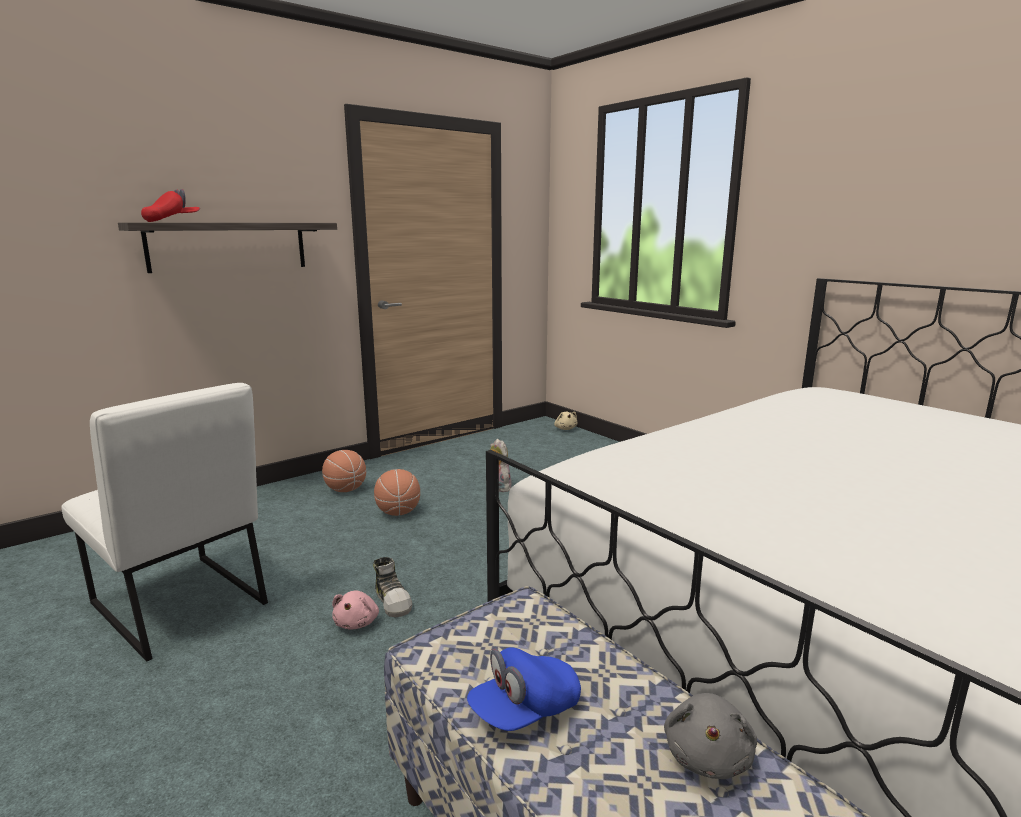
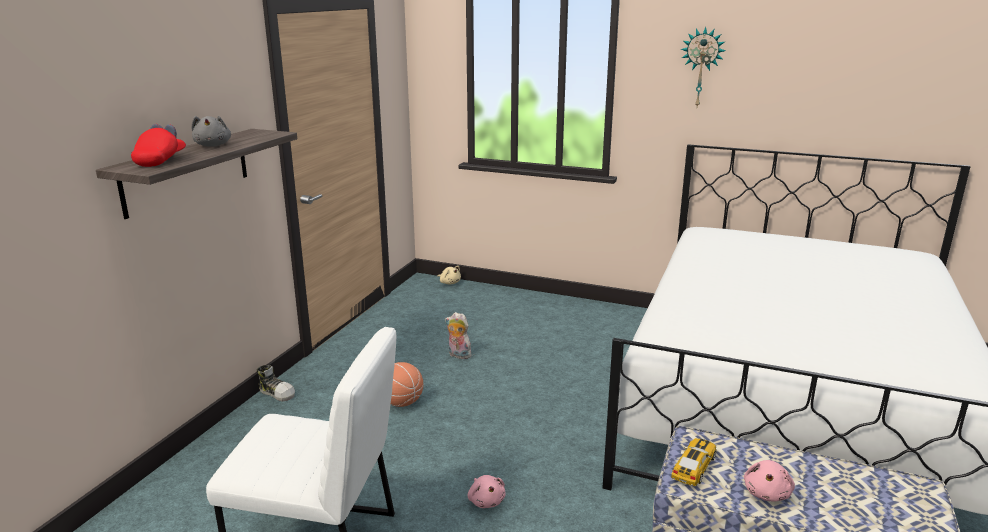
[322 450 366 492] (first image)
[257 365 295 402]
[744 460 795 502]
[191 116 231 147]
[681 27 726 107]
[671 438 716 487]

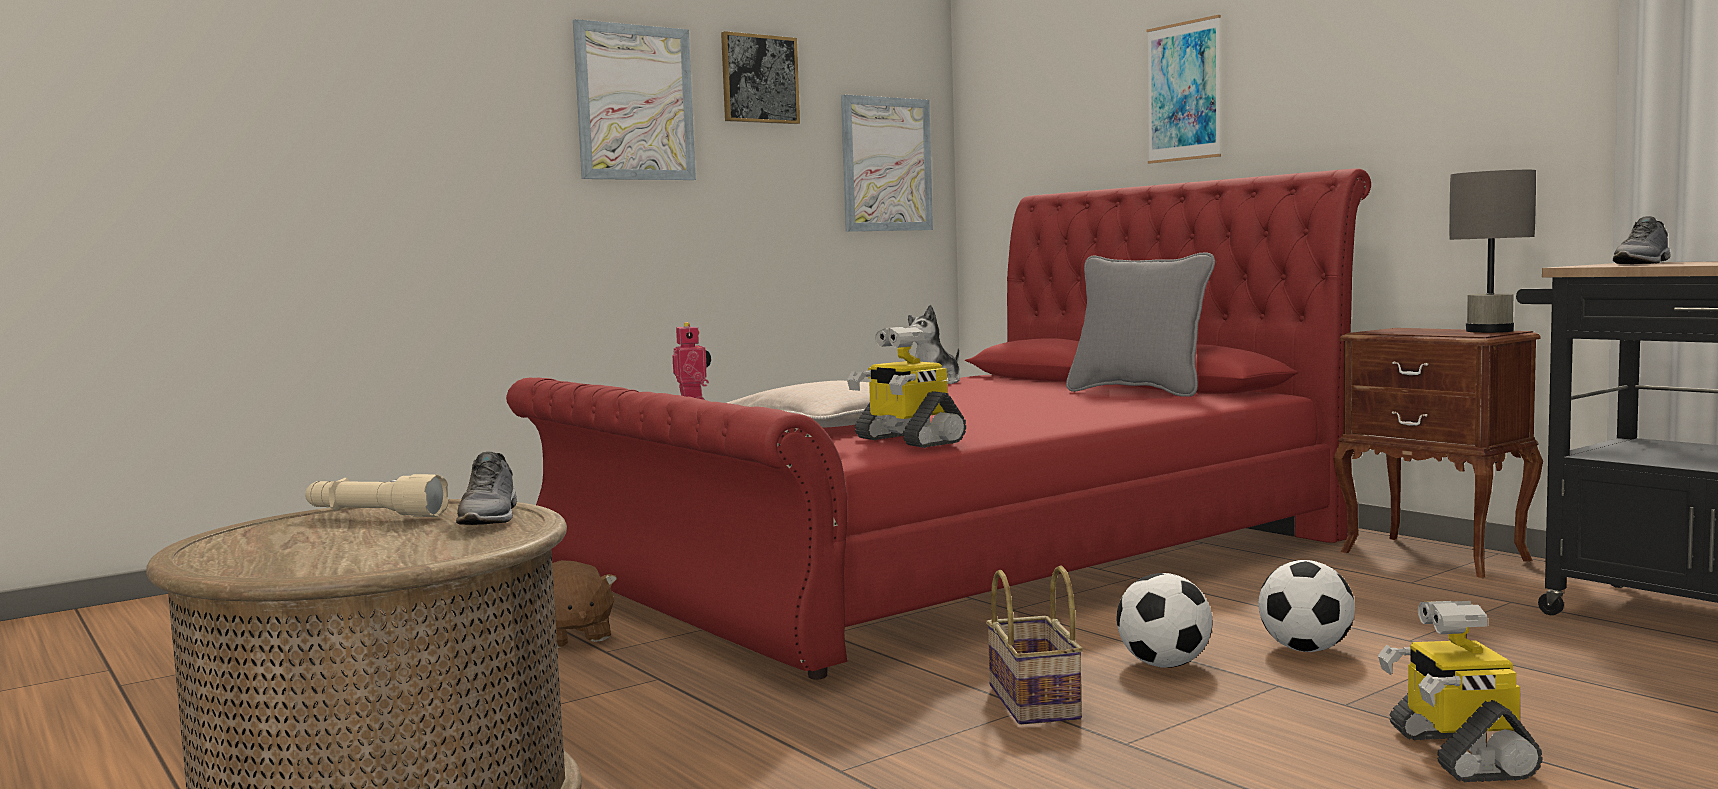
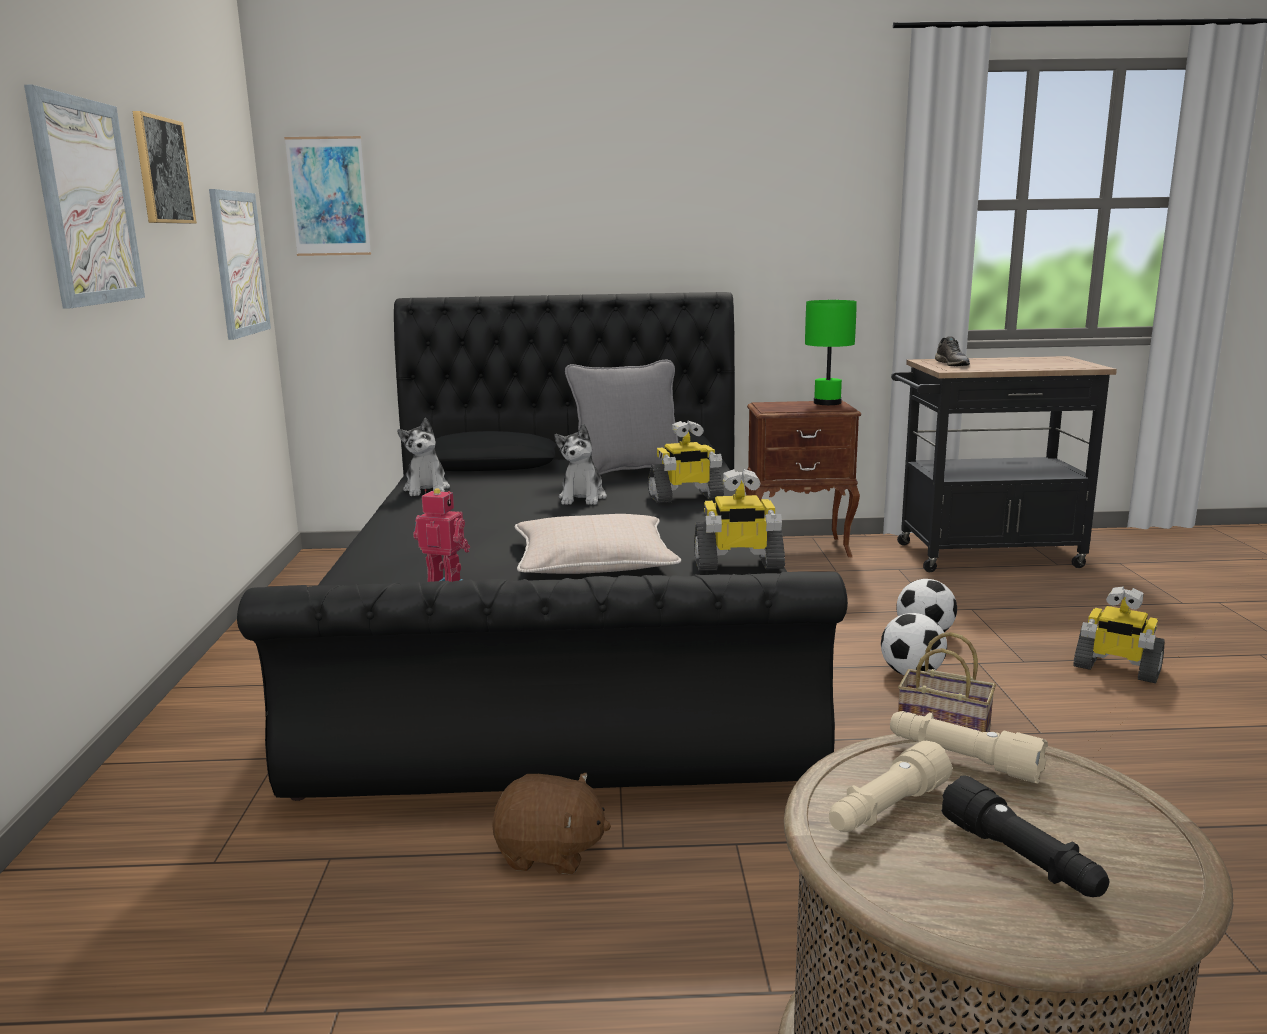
[284 136 371 256]
[237 292 848 801]
[805 300 857 405]
[890 711 1048 783]
[648 421 724 503]
[554 424 607 505]
[941 775 1109 897]

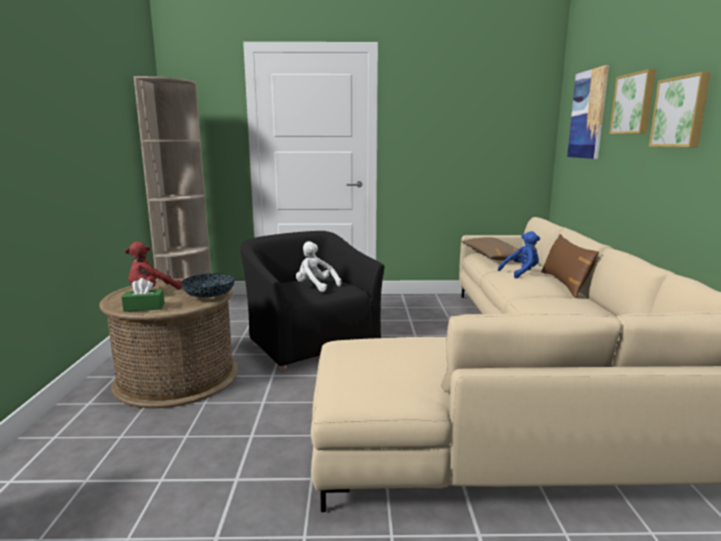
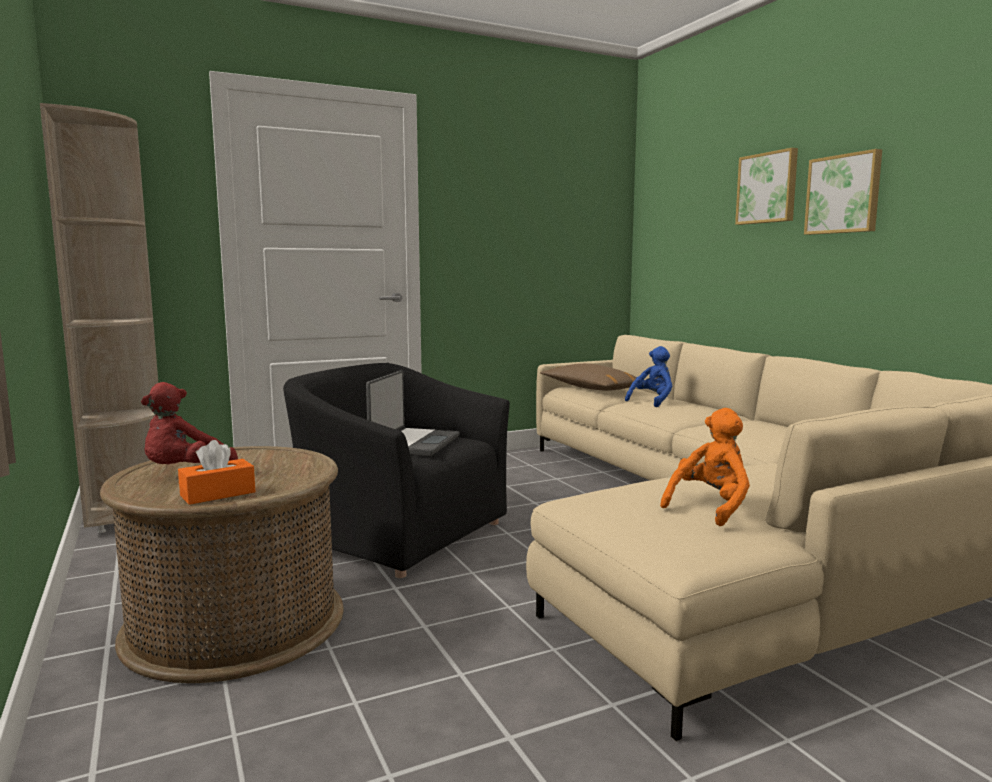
[567 65 609 159] (first image)
[541 234 599 298] (first image)
[366 370 460 456]
[181 274 235 297] (first image)
[178 440 255 505]
[660 408 750 526]

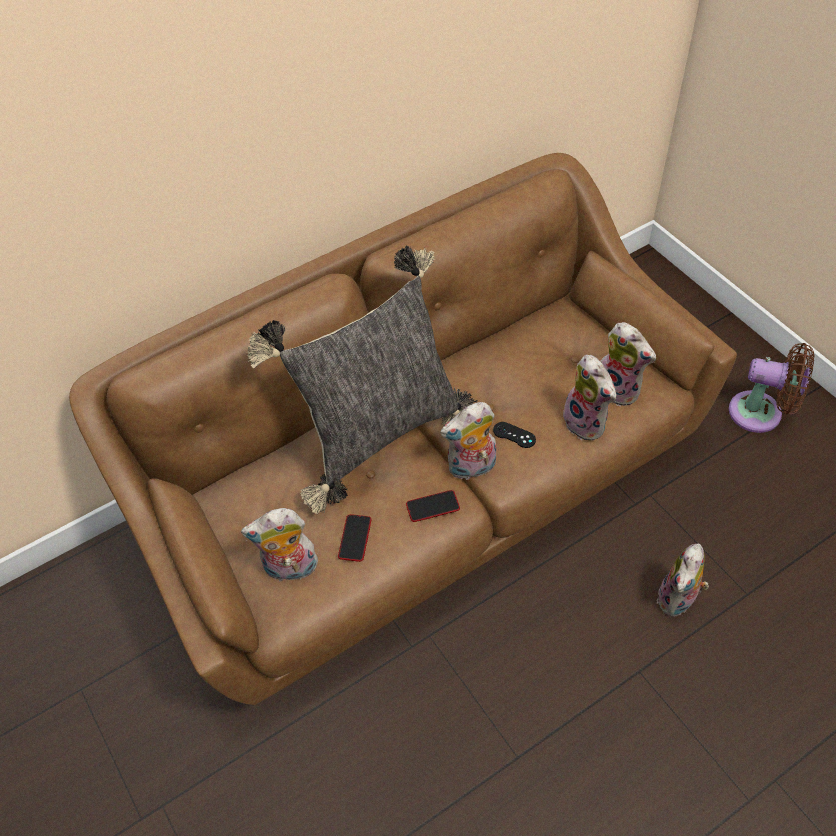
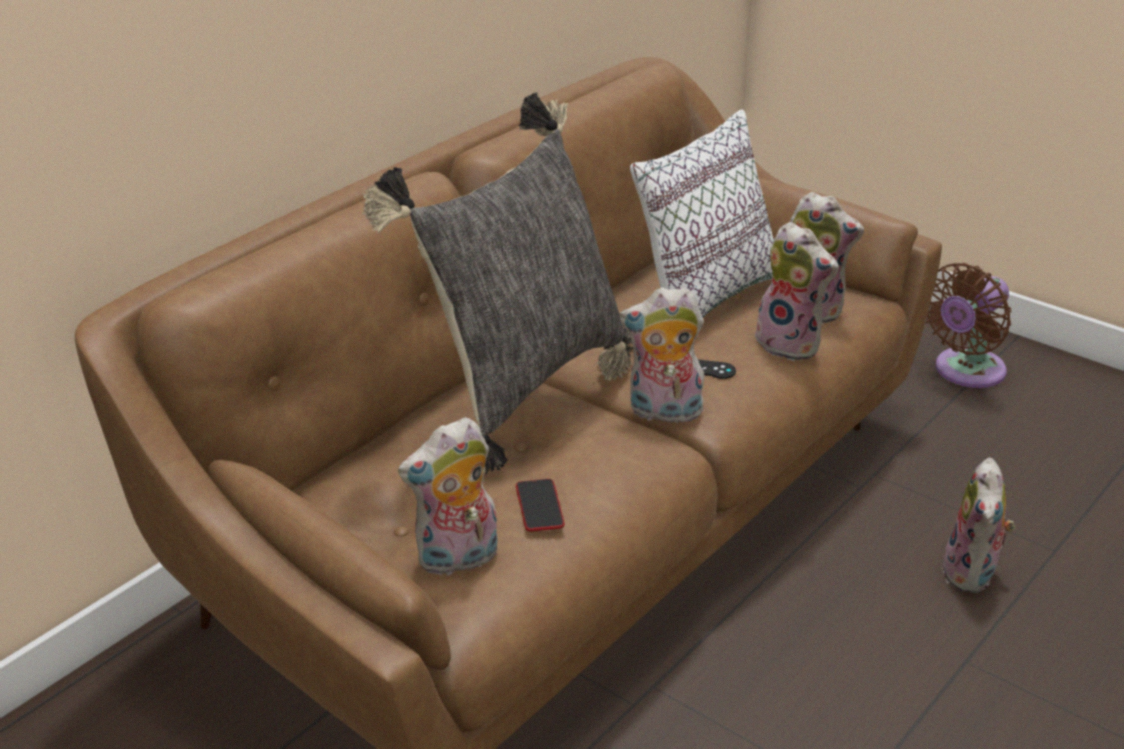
[926 263 1012 388]
[619 287 706 423]
[406 490 460 522] (first image)
[630 110 774 317]

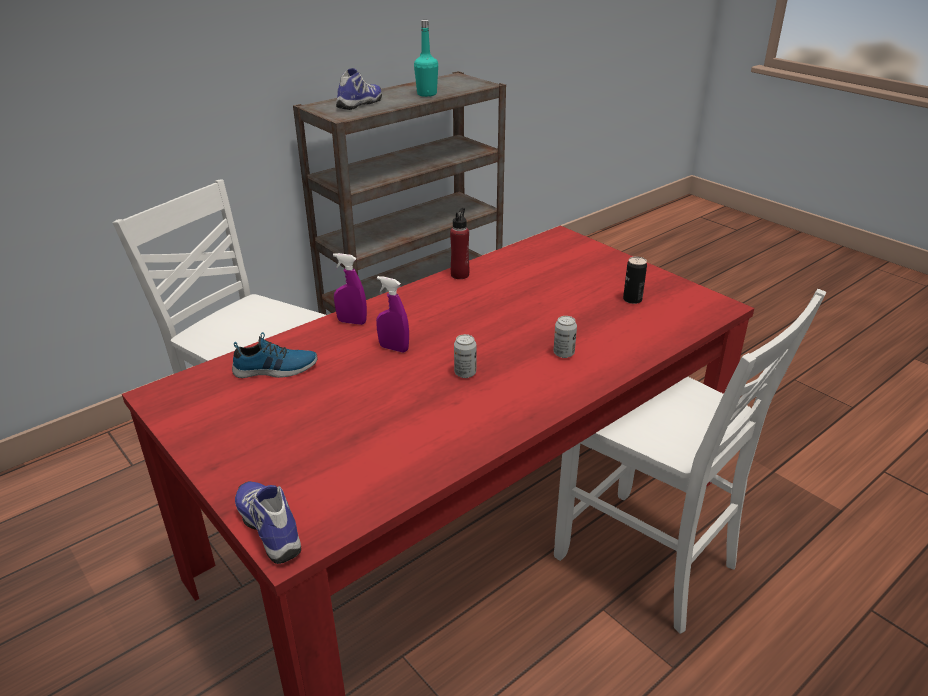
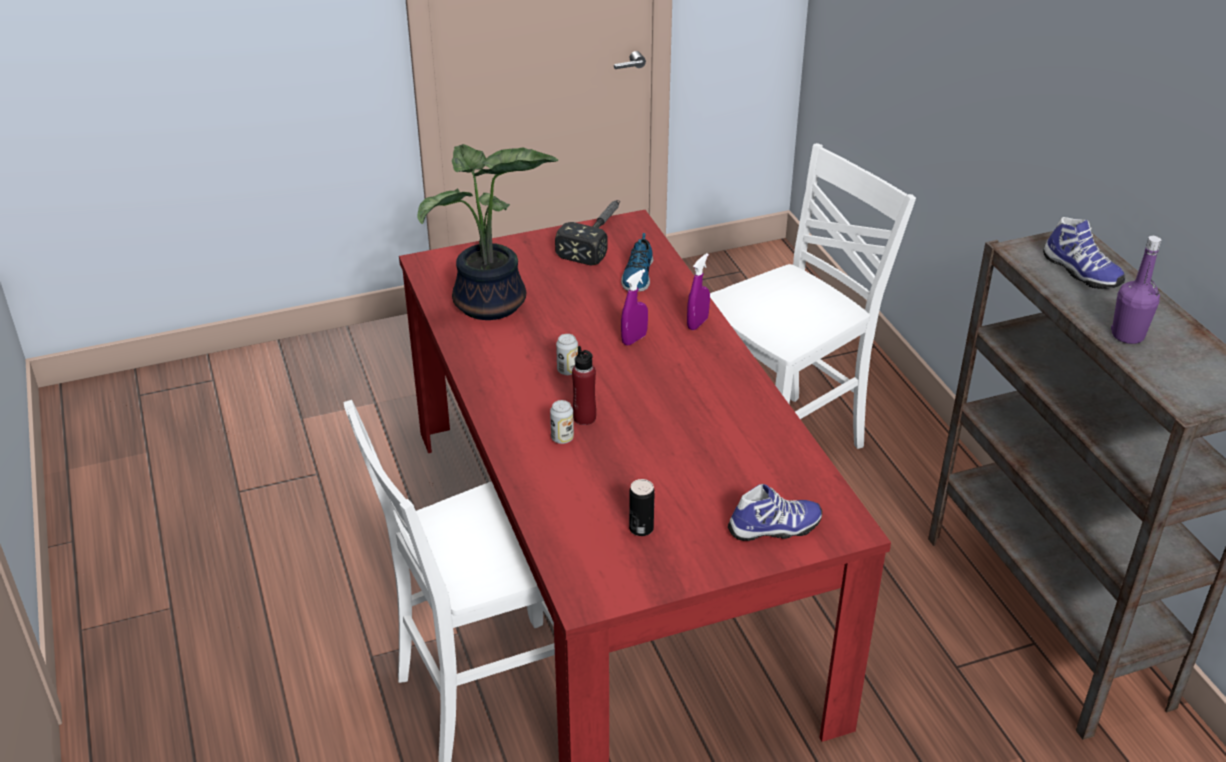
[1111 236 1161 344]
[572 346 596 425]
[728 484 822 541]
[417 144 558 320]
[555 200 620 266]

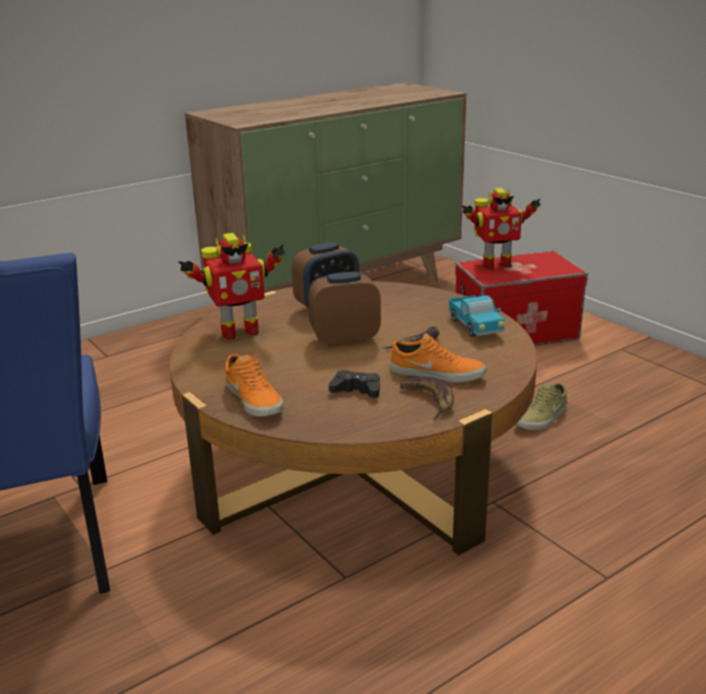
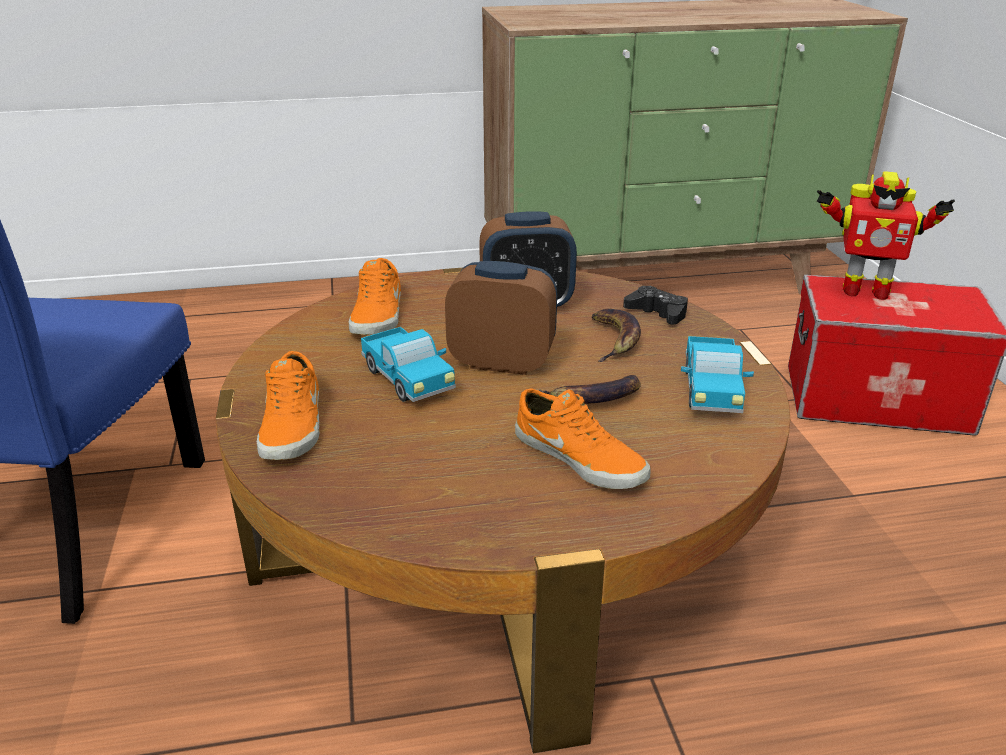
[349 258 401 335]
[623 286 688 324]
[592 309 641 362]
[515 383 567 430] (first image)
[361 327 456 402]

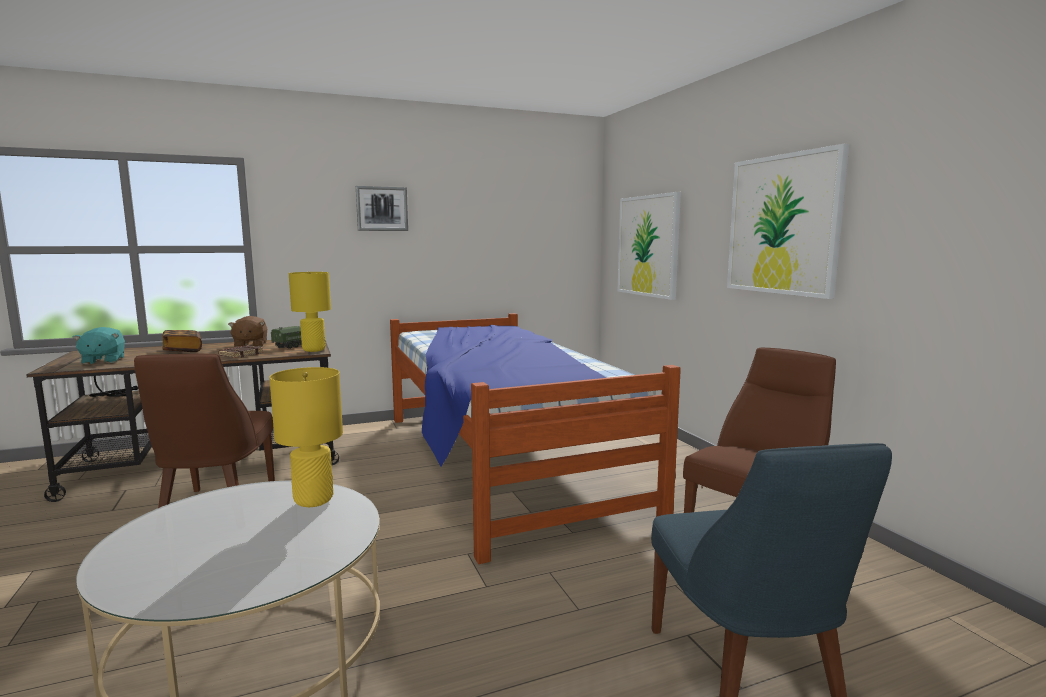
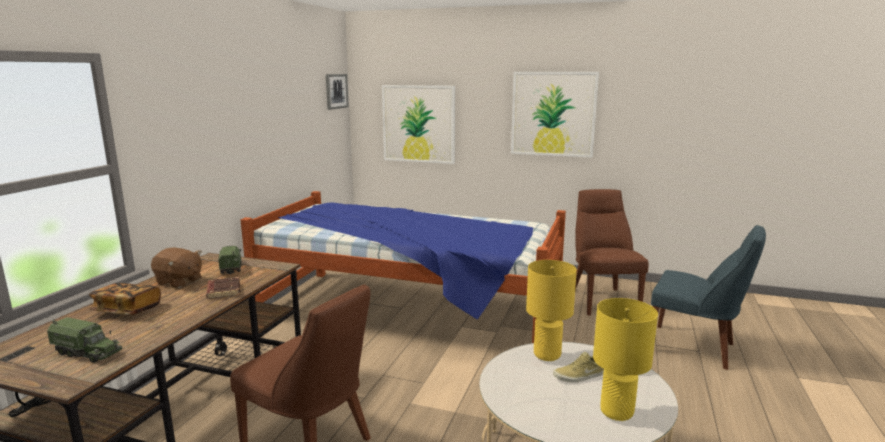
[326 74 349 110]
[593 298 658 421]
[47 317 122 363]
[553 352 604 383]

